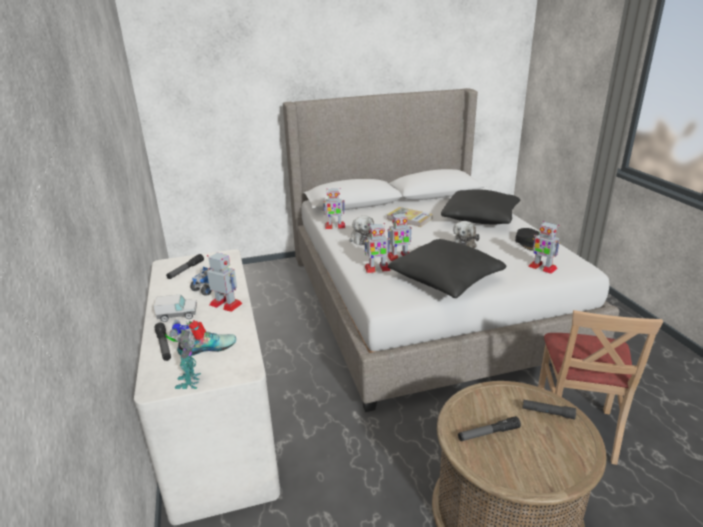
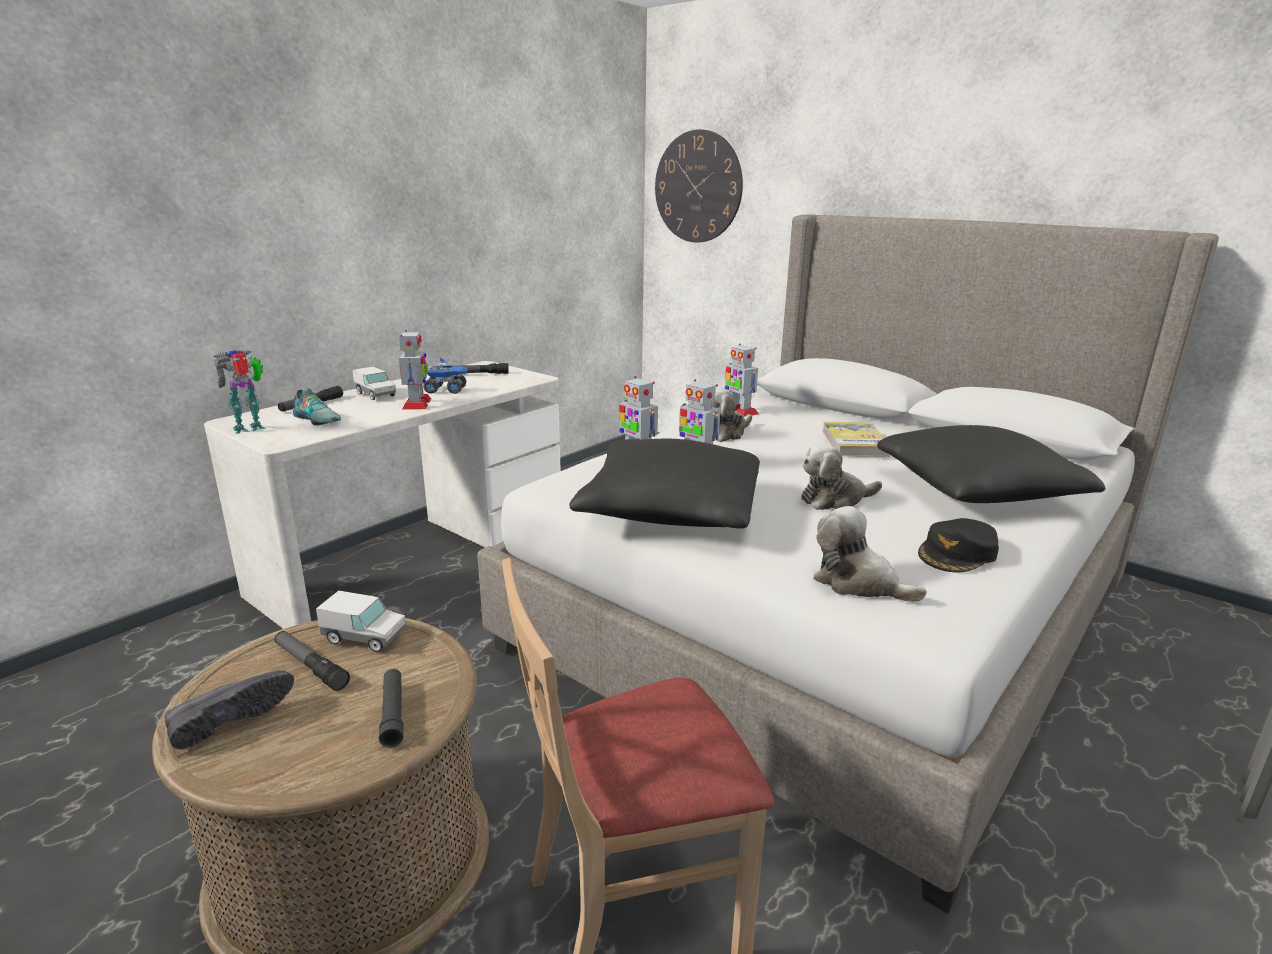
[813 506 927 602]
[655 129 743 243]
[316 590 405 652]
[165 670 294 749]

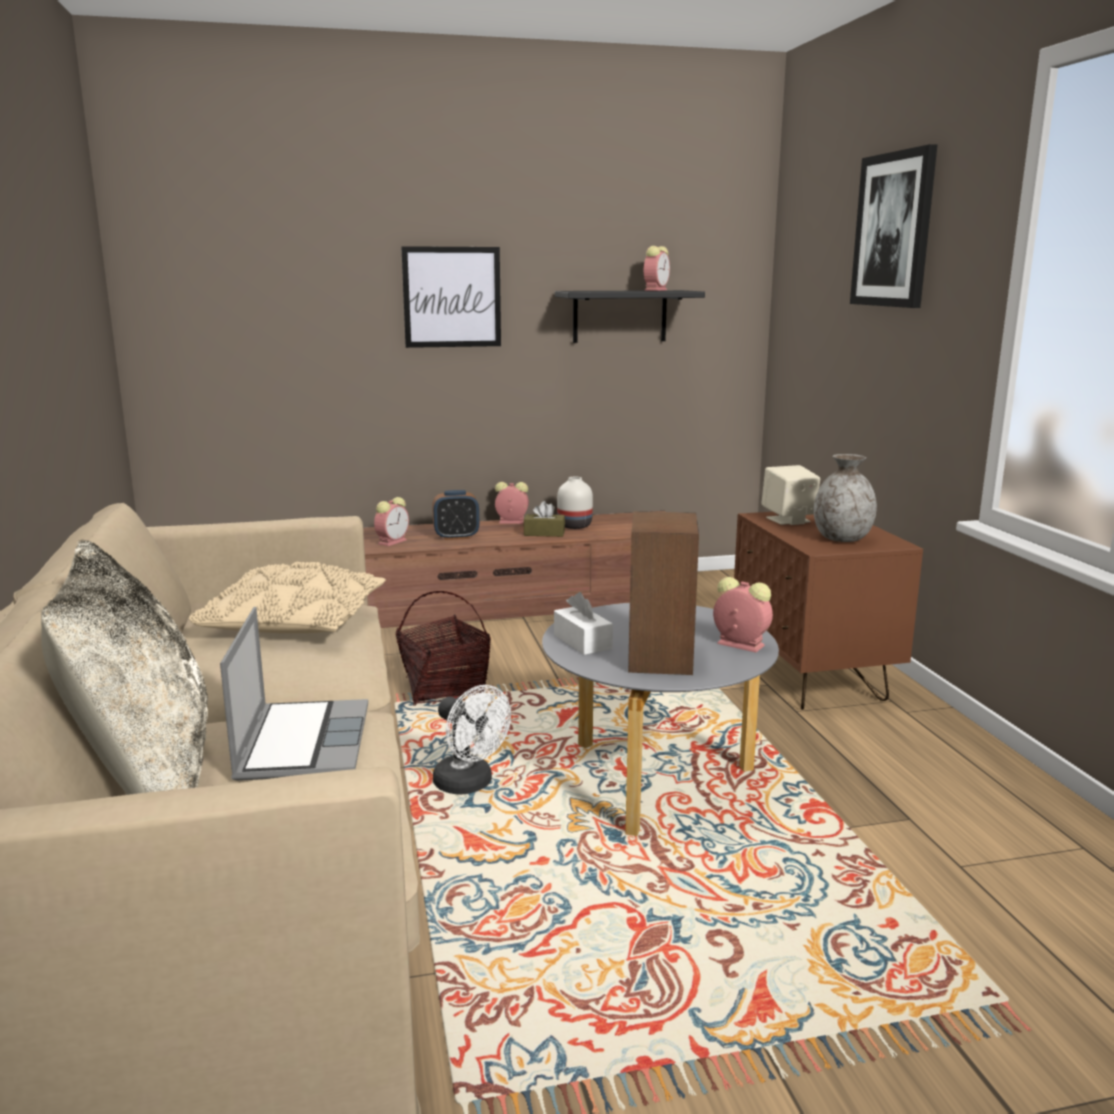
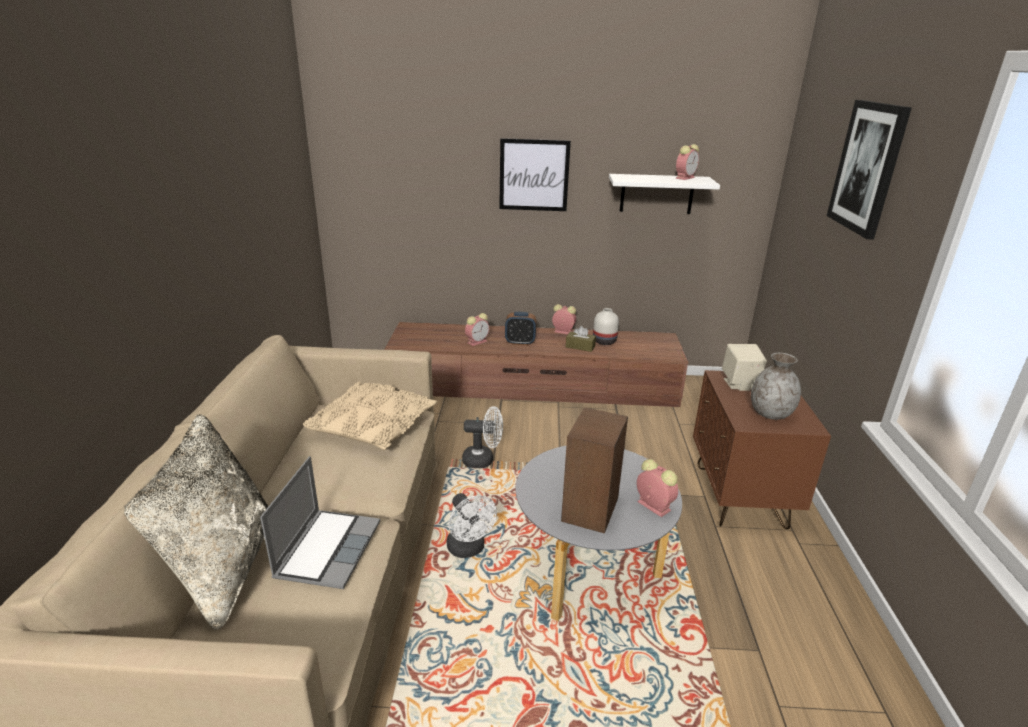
[609 174 720 214]
[462 406 503 468]
[554 592 613 655] (first image)

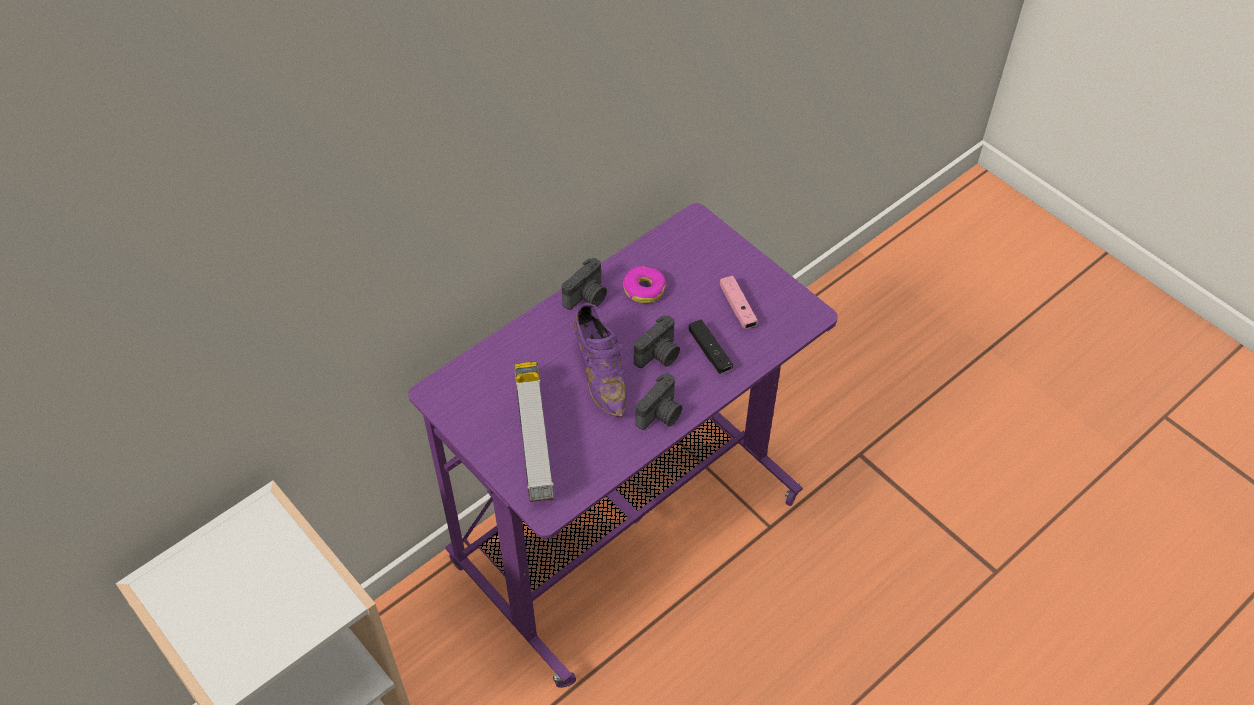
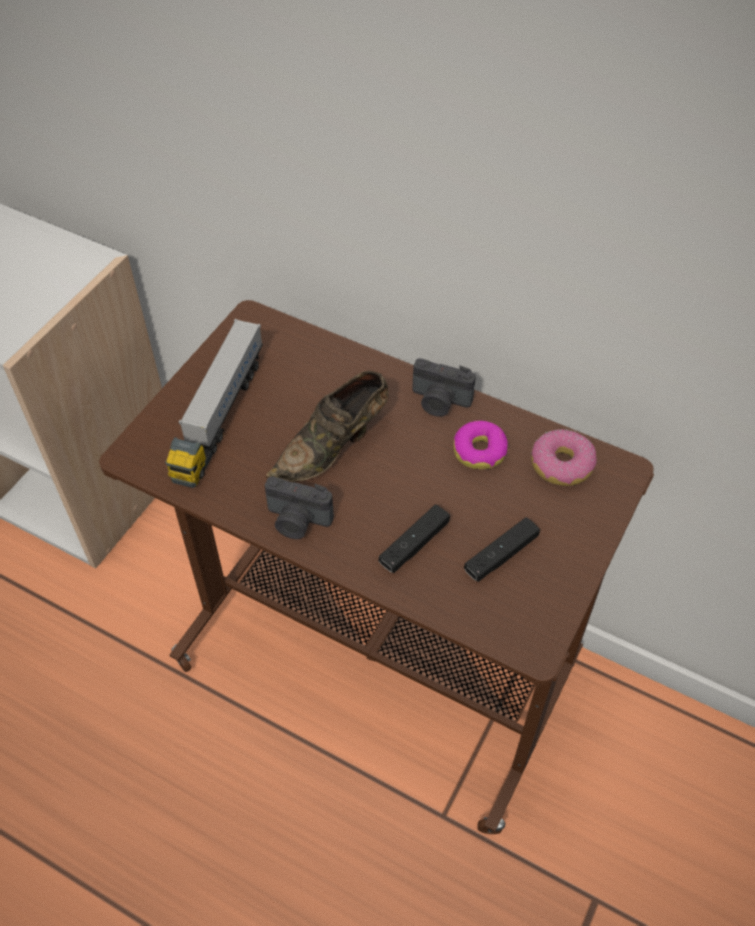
[99 300 654 834]
[464 517 540 582]
[266 371 389 482]
[634 315 680 368] (first image)
[165 319 263 488]
[531 429 597 486]

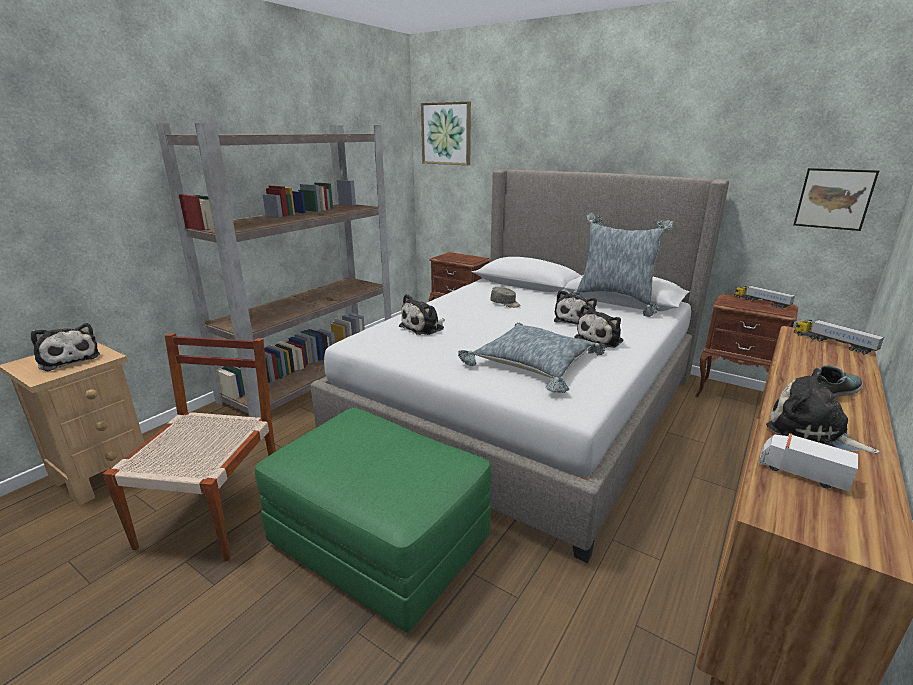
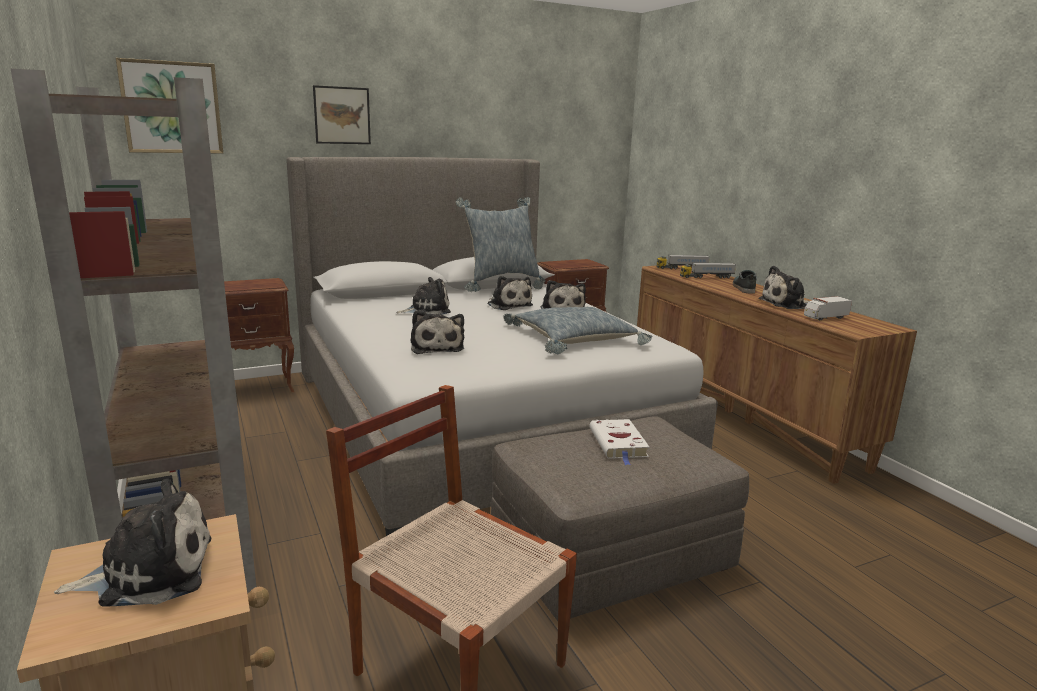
[313 85 371 144]
[680 263 736 278]
[396 277 451 315]
[491 416 749 621]
[590 419 649 465]

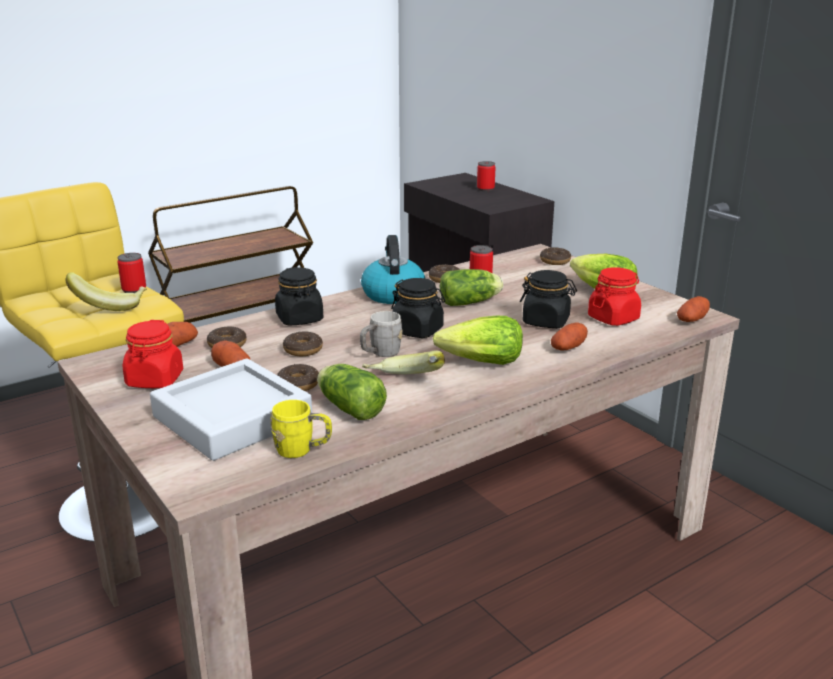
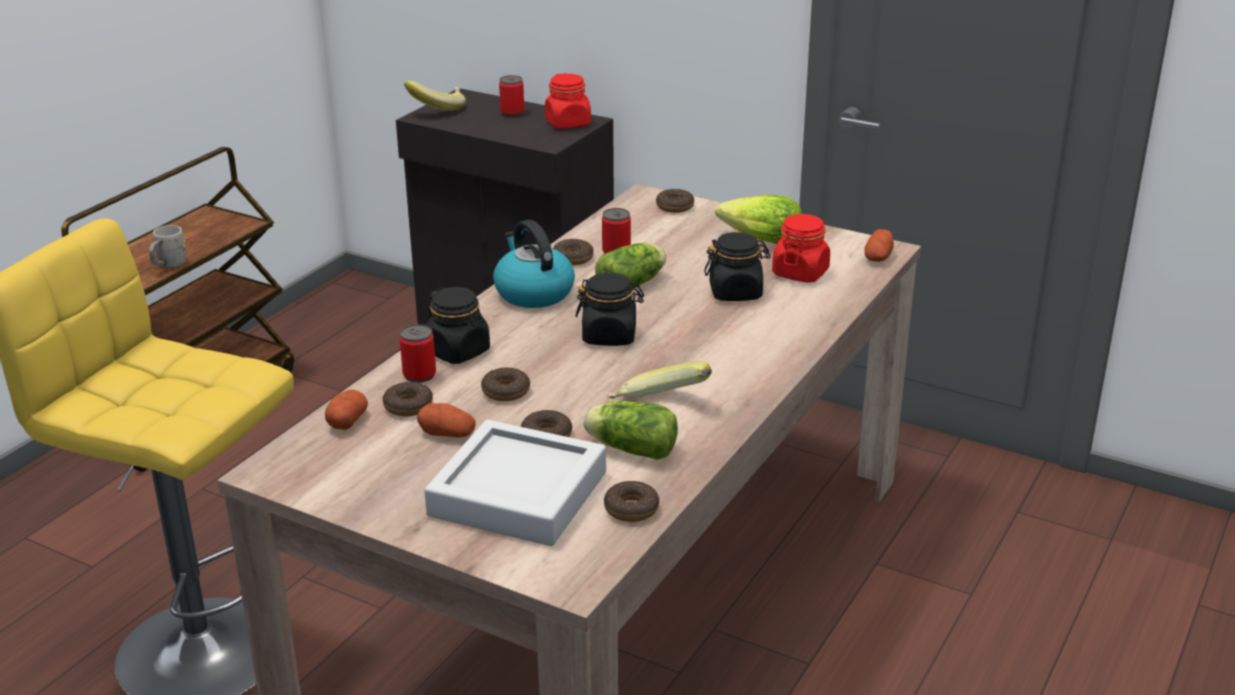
[400 324 436 383]
[404 80 466 111]
[149 225 186 268]
[433 316 523 365] (first image)
[545 73 591 129]
[551 322 588 351] (first image)
[604 481 659 522]

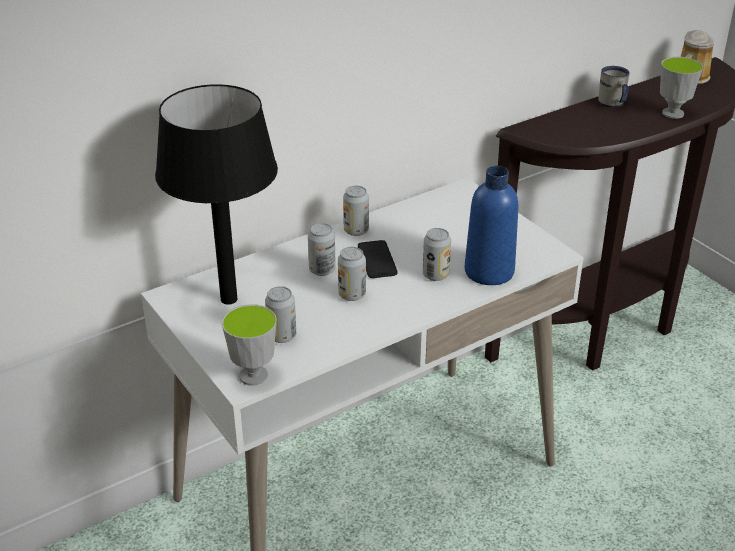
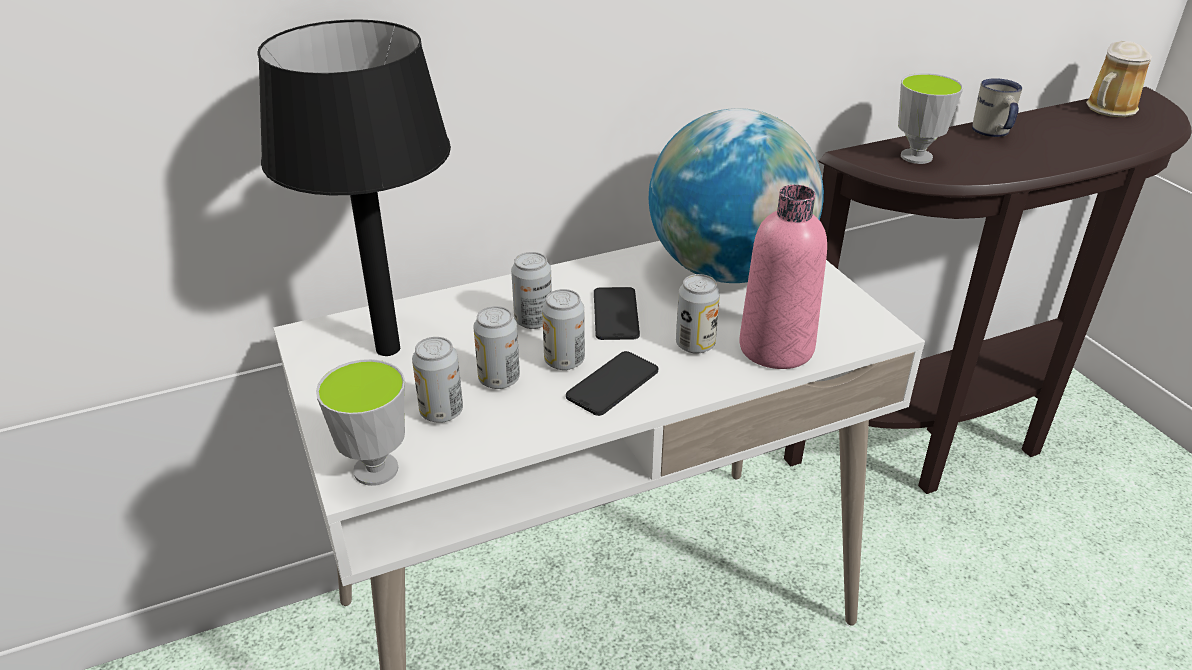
[898 73 963 164]
[739 185 827 369]
[473 306 520 389]
[649 108 824 283]
[566 351 658 416]

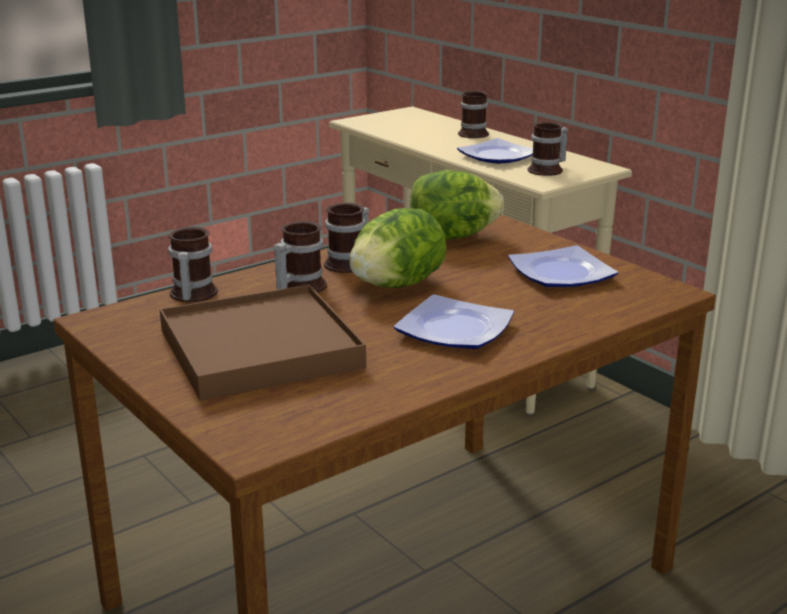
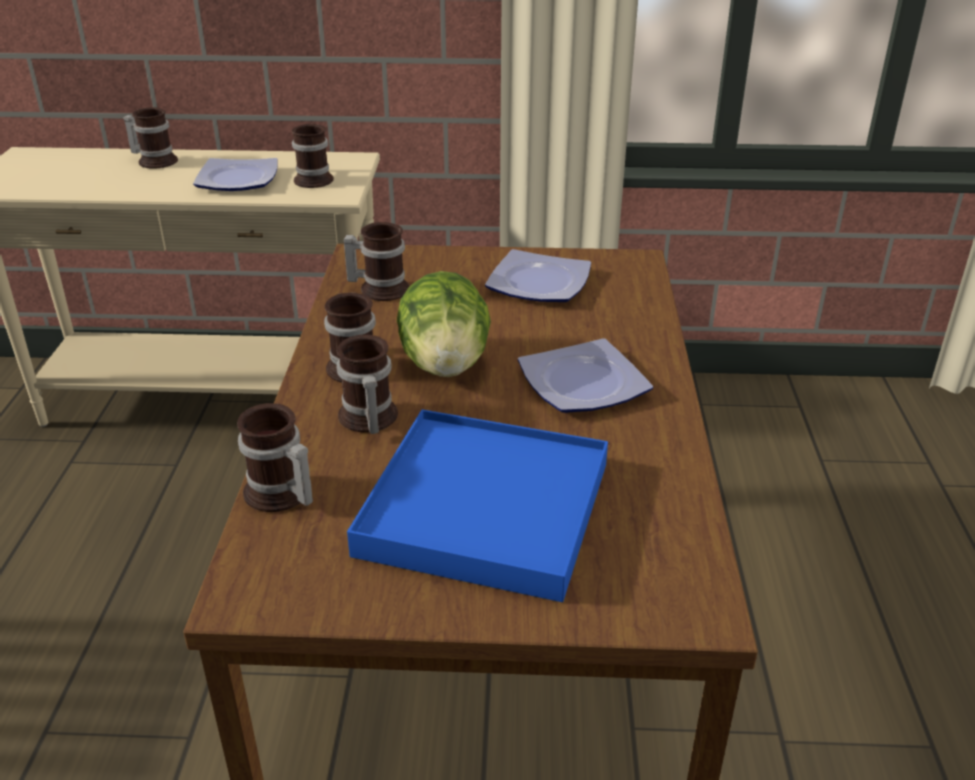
[344 222 409 301]
[347 409 608 602]

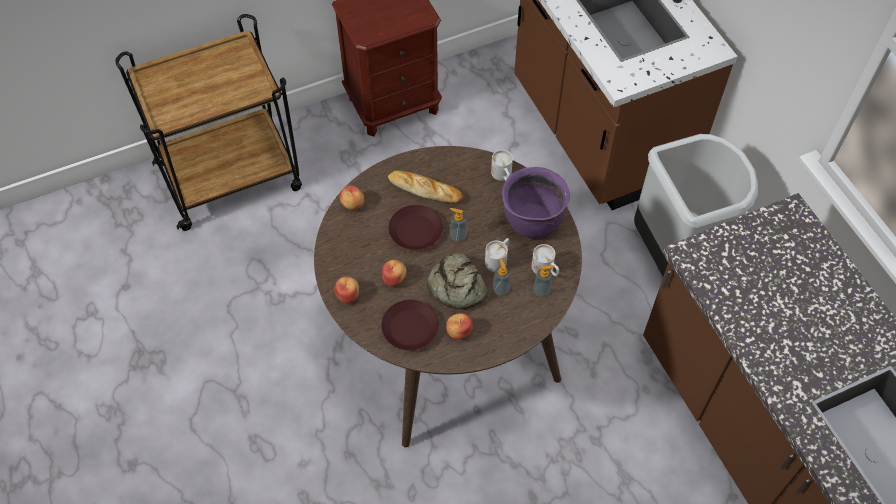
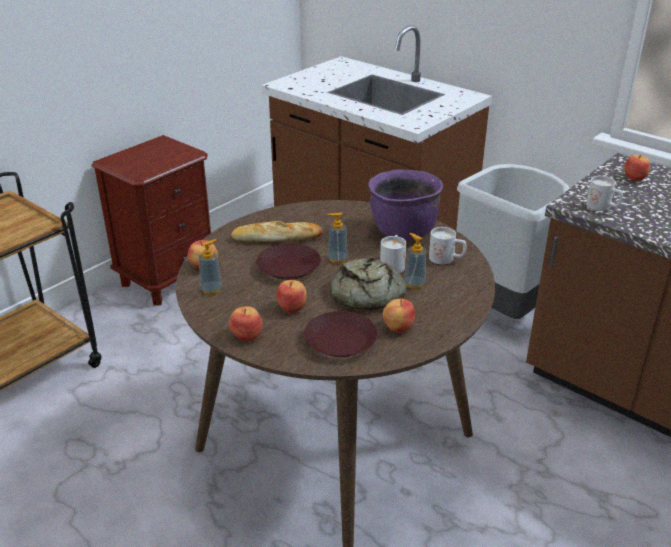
[586 176 623 211]
[199 239 222 295]
[624 155 650 181]

